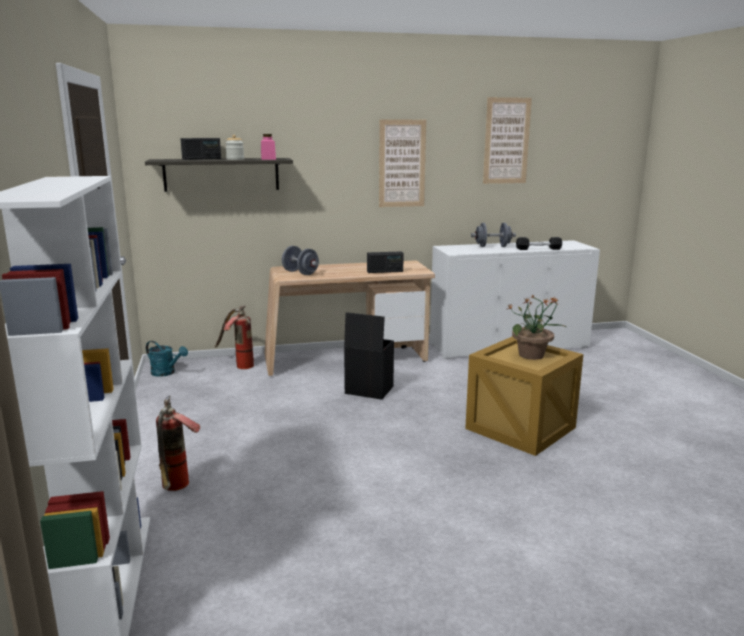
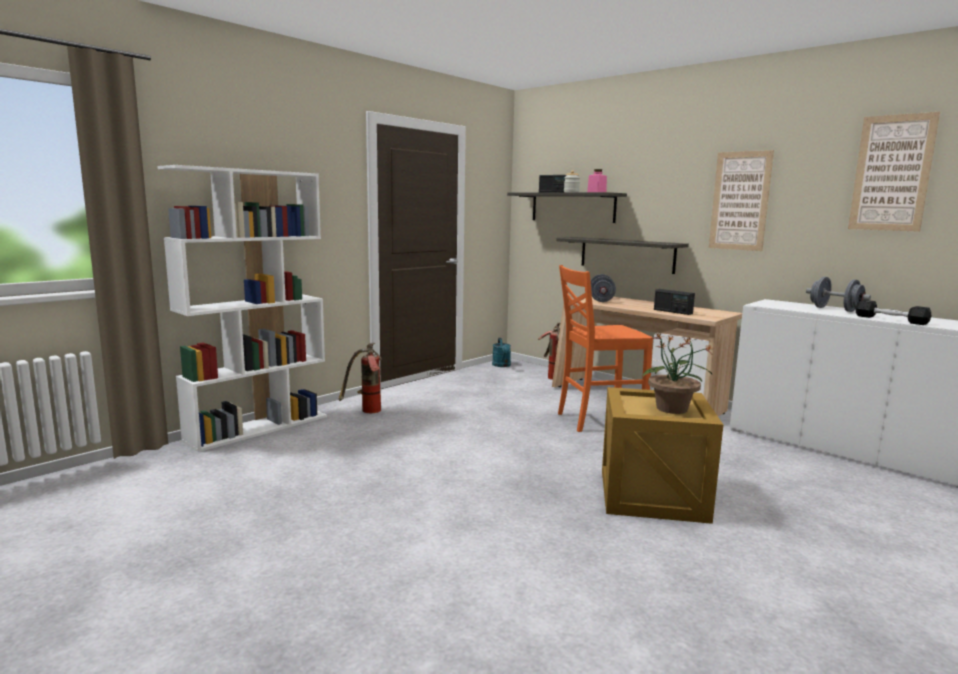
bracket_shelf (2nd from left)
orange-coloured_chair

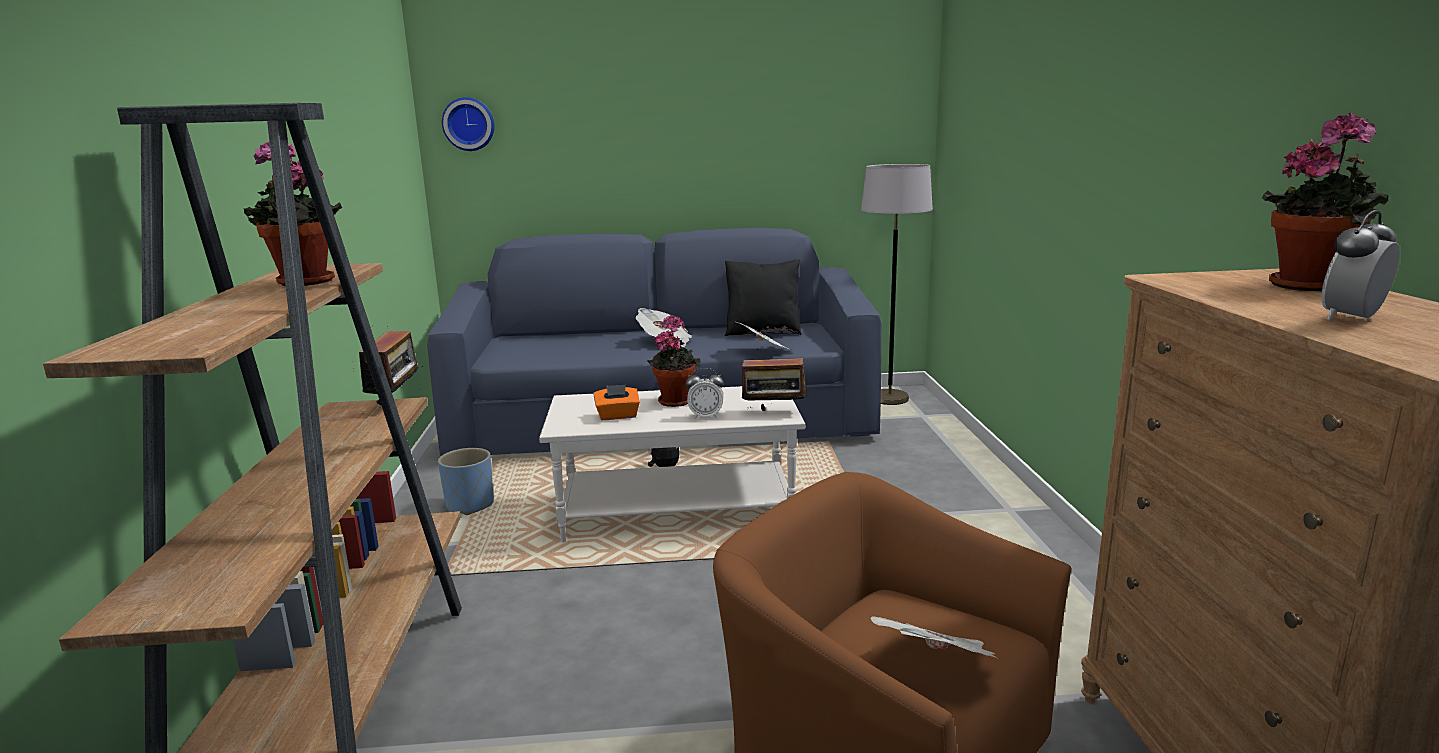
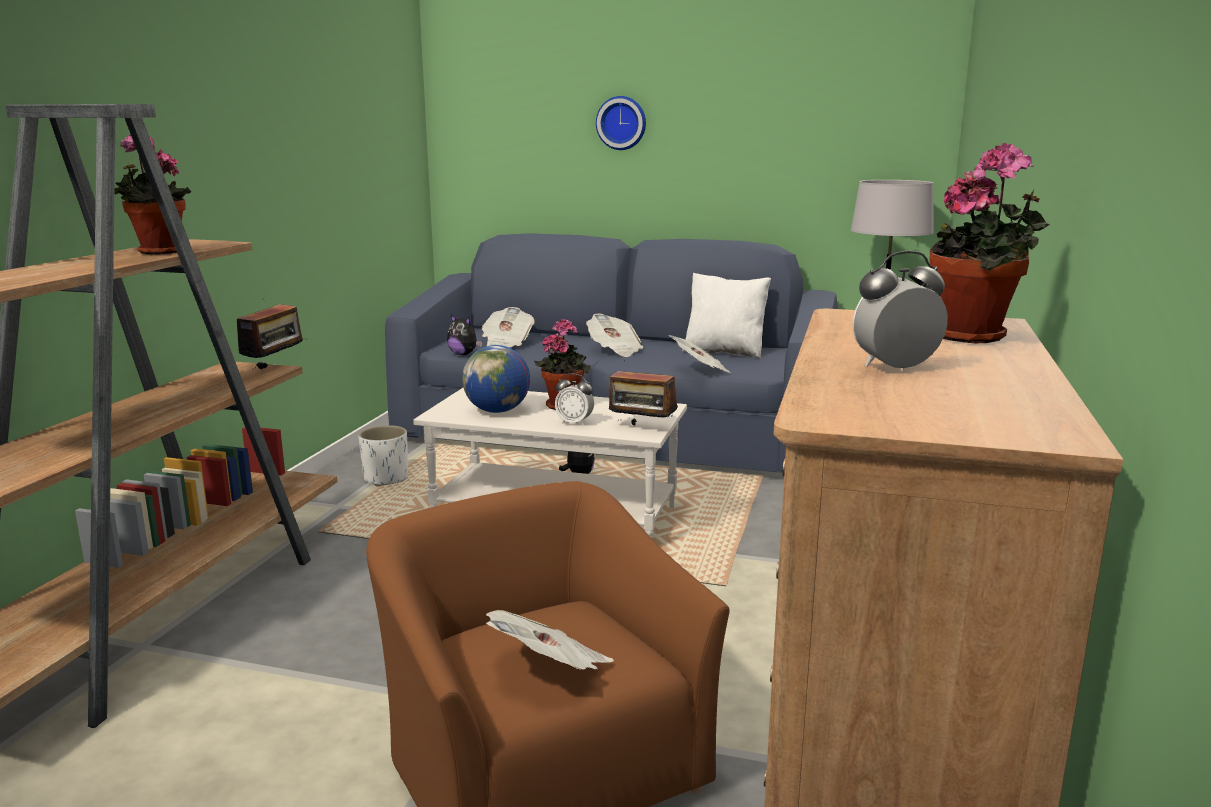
whitish_flower_pot
cuddly_toy (1st from left)
desk_globe
printed_paper (1st from left)
hanging_clock
whitish_throw_pillow

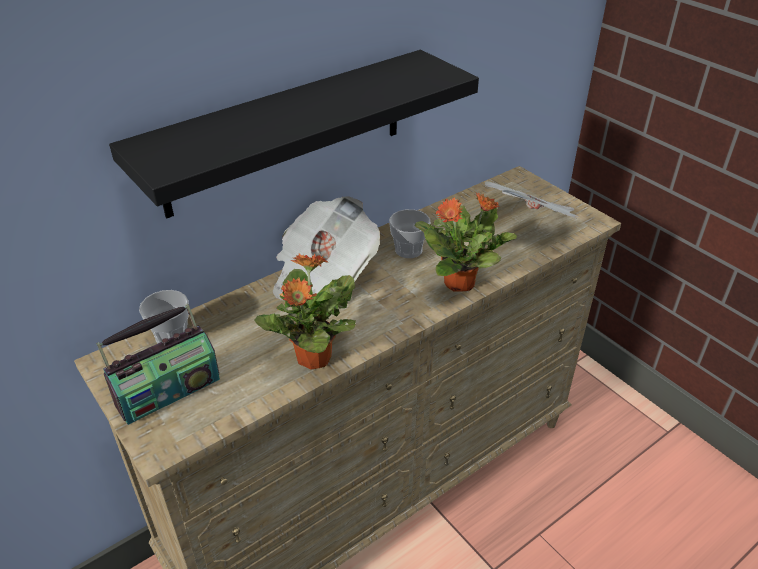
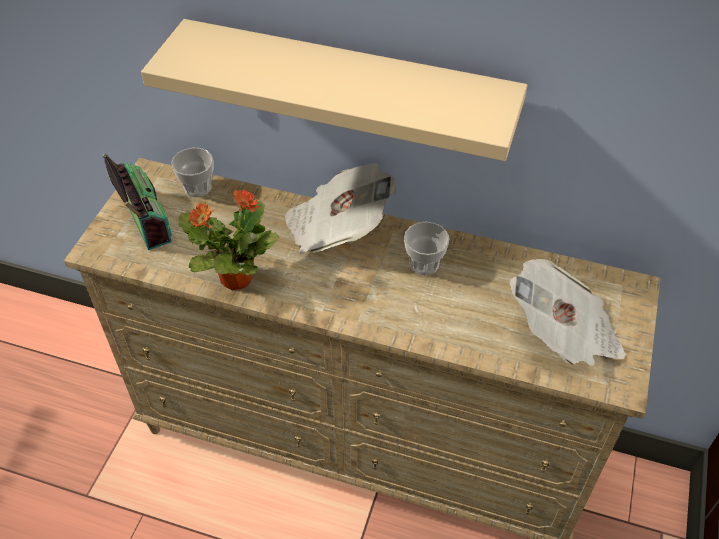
radio_receiver
beige-coloured_bracket_shelf
potted_plant (2nd from left in the first image)

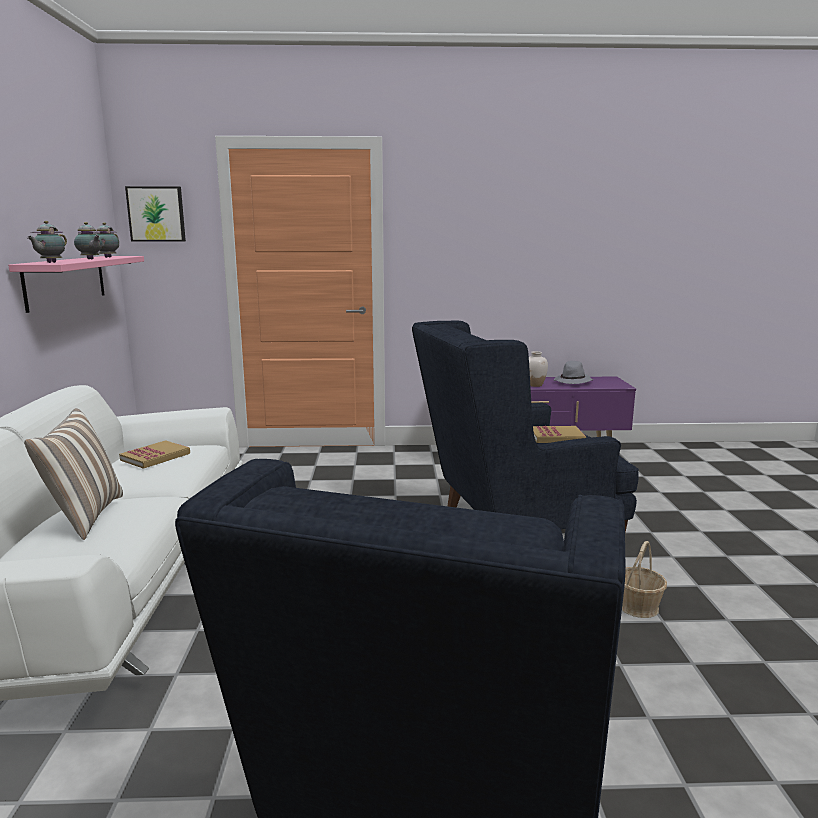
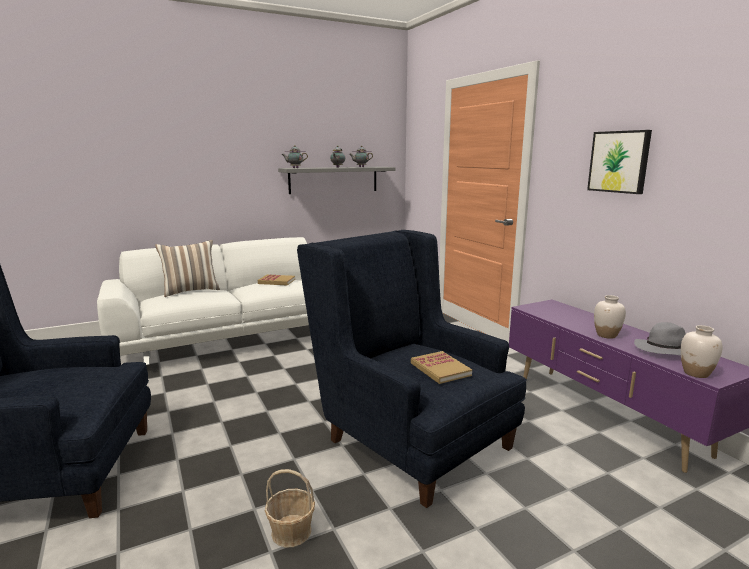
gray_bracket_shelf
picture
whitish_flower_vase (2nd from left)

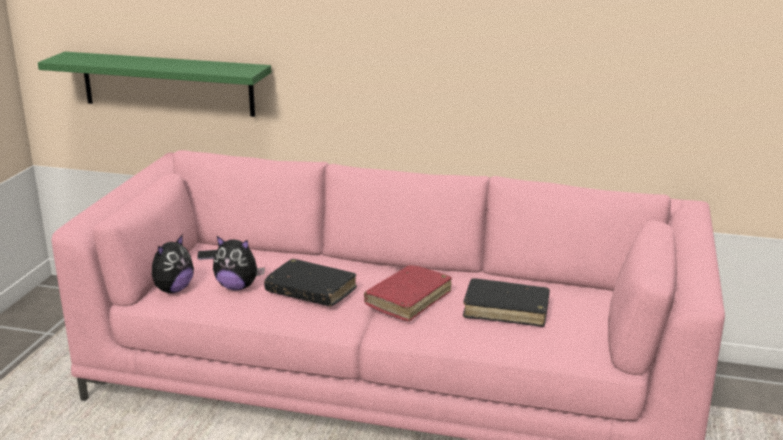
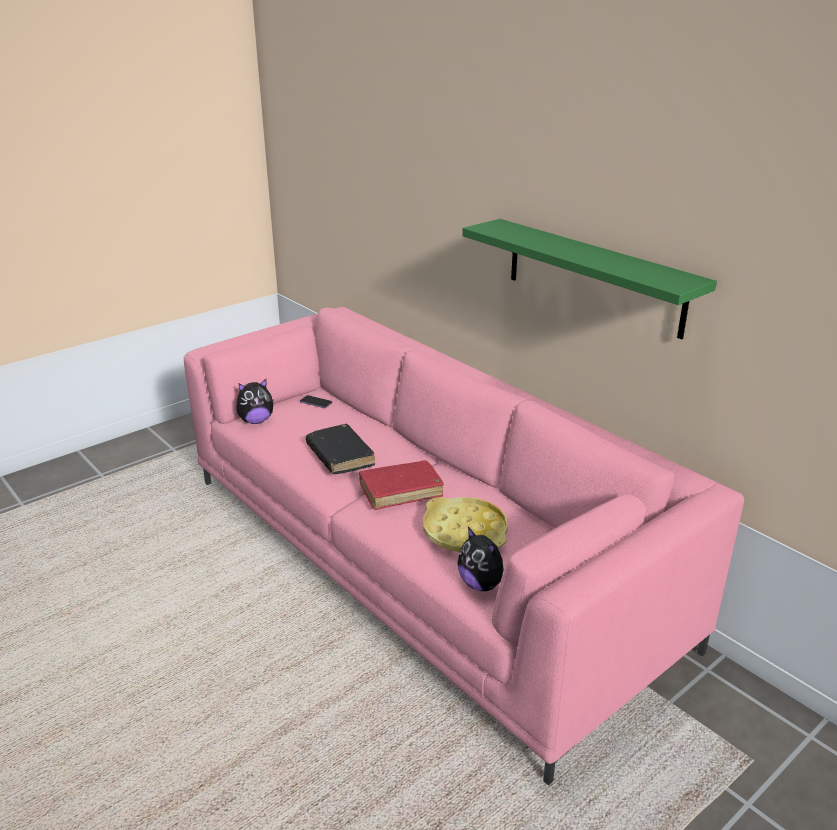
yellow-coloured_serving_tray
cuddly_toy (2nd from left)
green-coloured_bracket_shelf

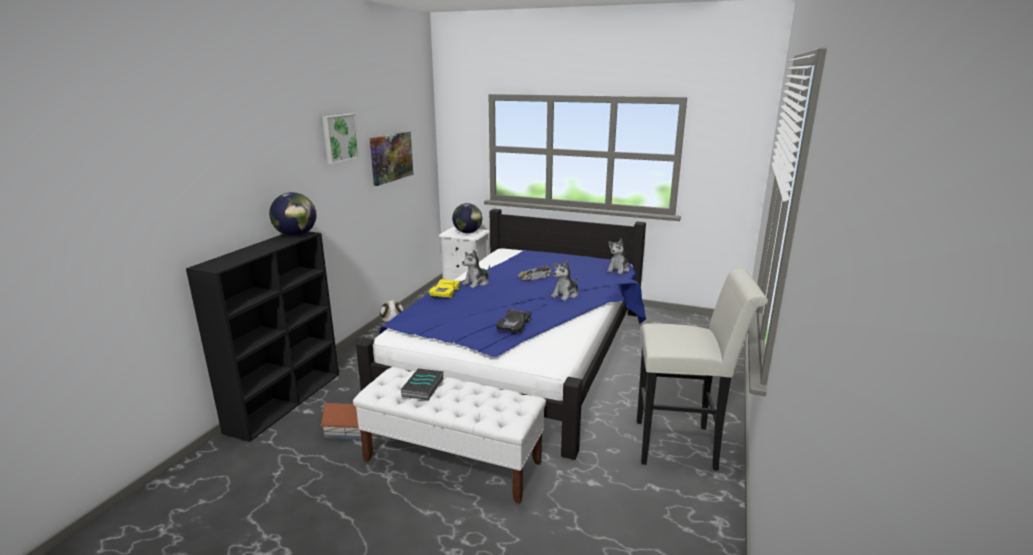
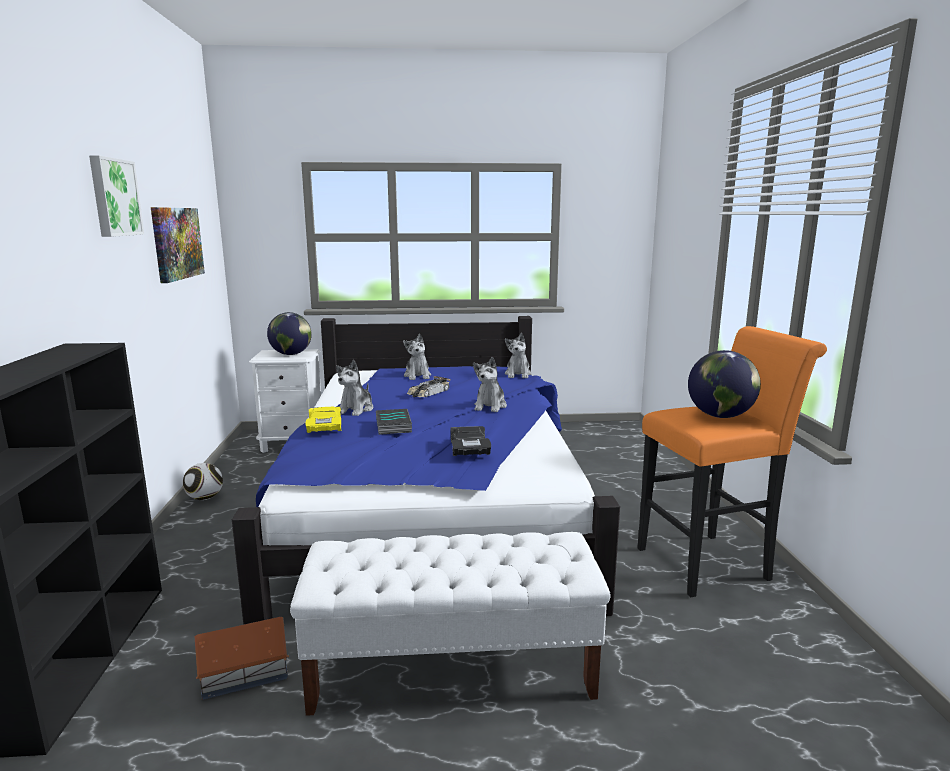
book
cuddly_toy (2nd from left)
orange-coloured_sitting_stool
desk_globe (2nd from left)

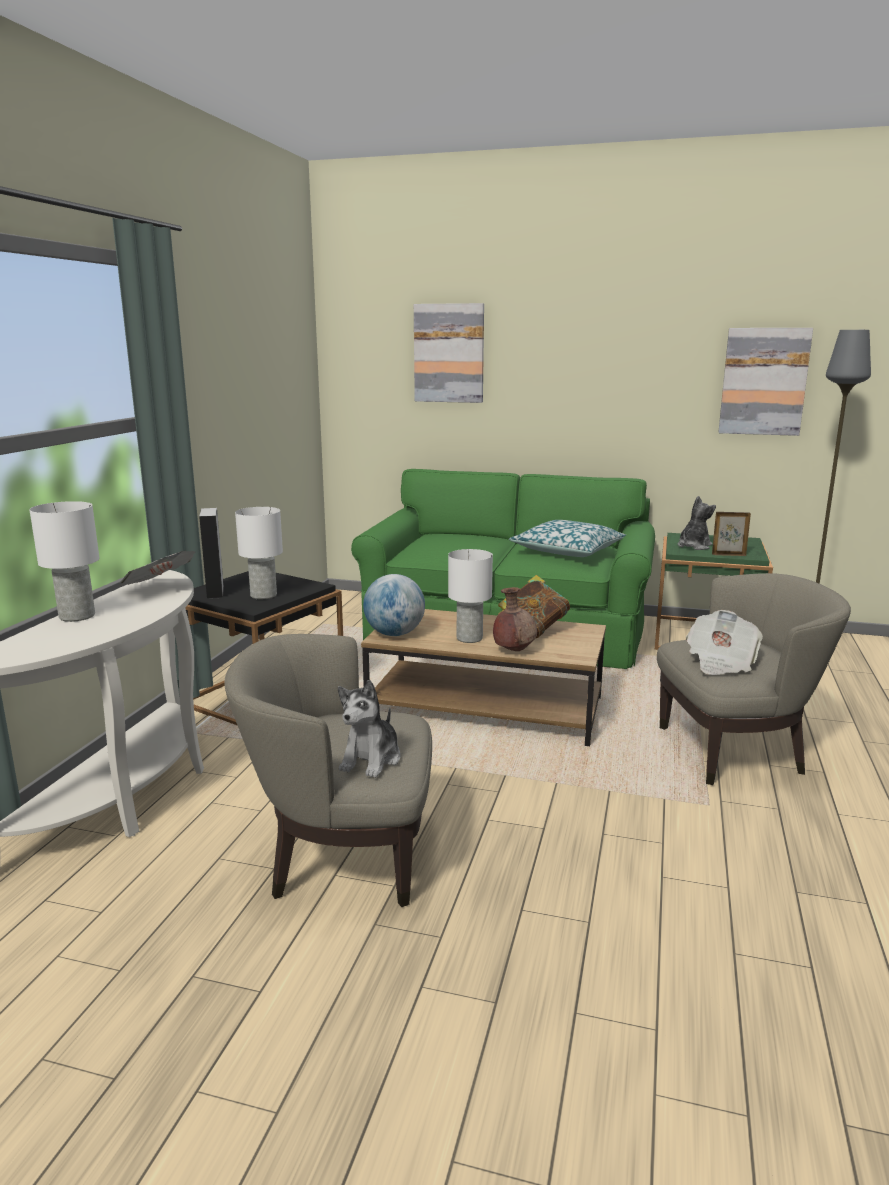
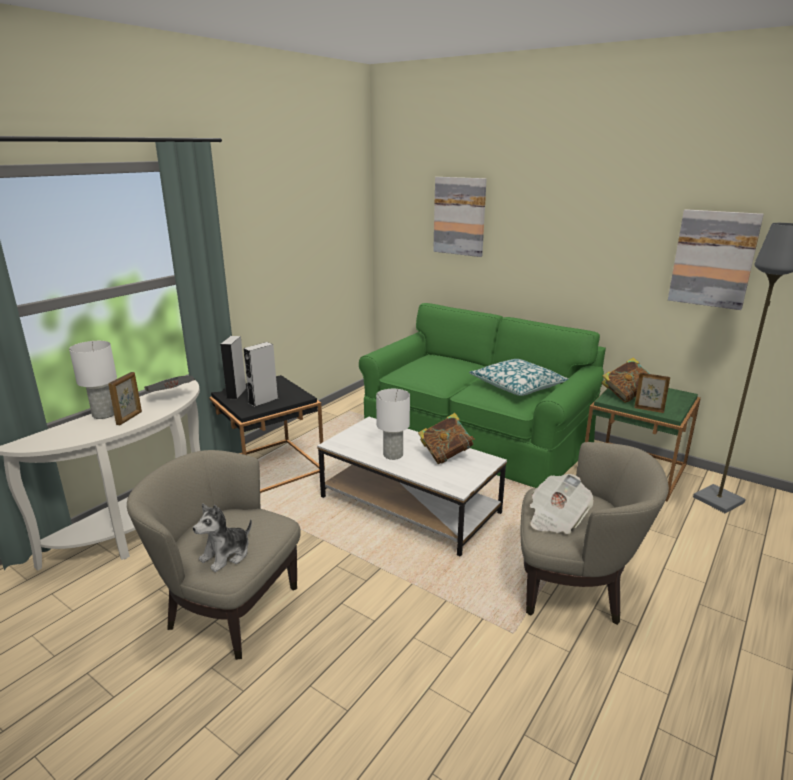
standing_frame (1st from left)
gray_loudspeaker (2nd from left)
whitish_lounge_table
book (2nd from left)
desk_globe
brown-coloured_flower_vase

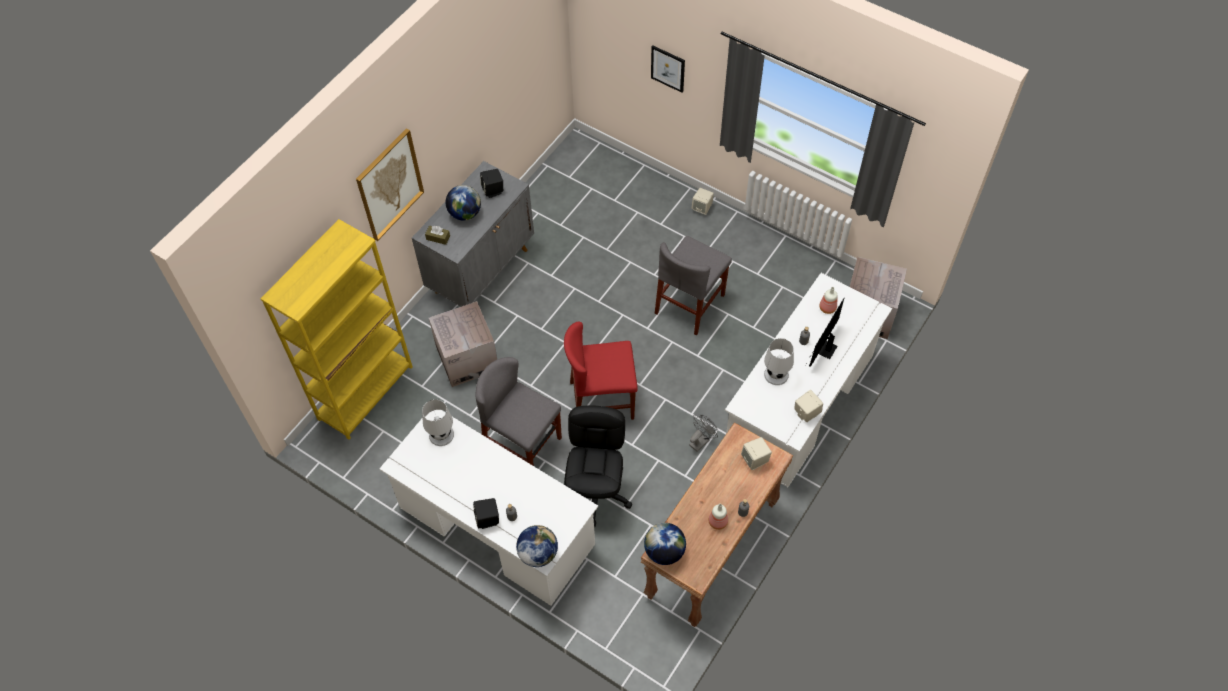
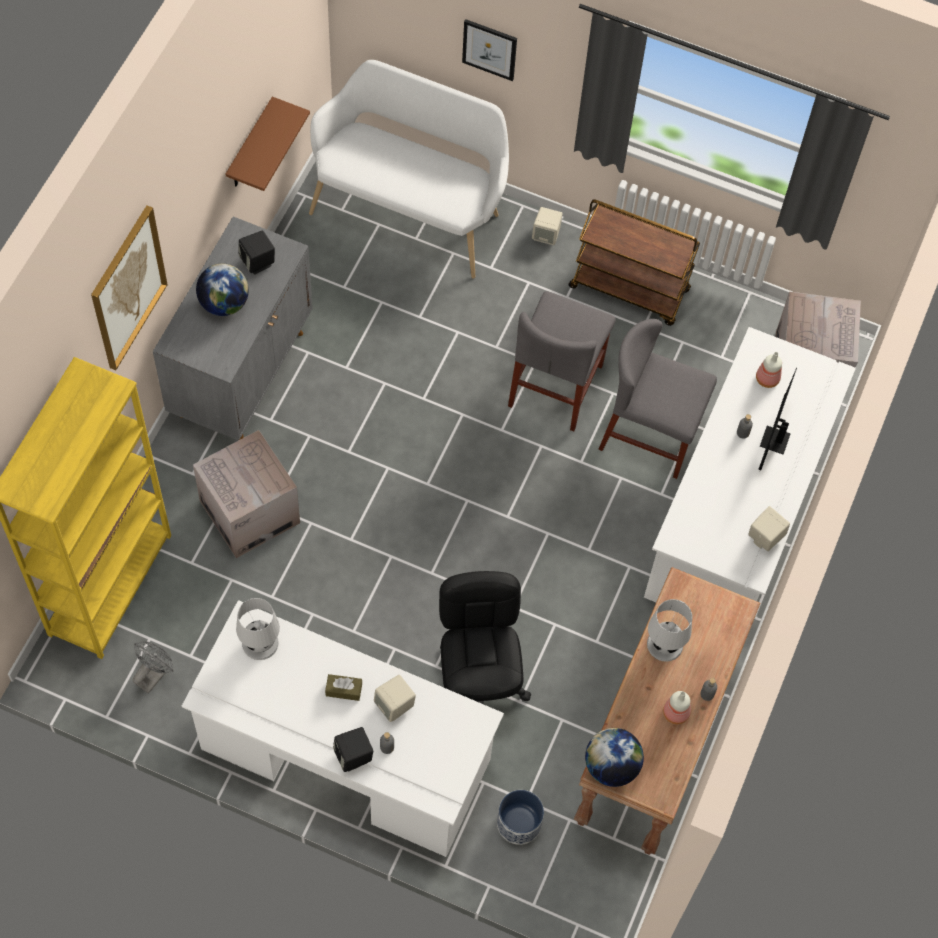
gray_cooling_fan
brown-coloured_bracket_shelf
whitish_indoor_bench
brown-coloured_tissue_box
beige-coloured_loudspeaker (1st from left)
flower_pot
brown-coloured_trolley
gray_chair (2nd from left)
whitish_lamp_for_a_table (2nd from left)
desk_globe (2nd from left in the first image)
reddish_chair

